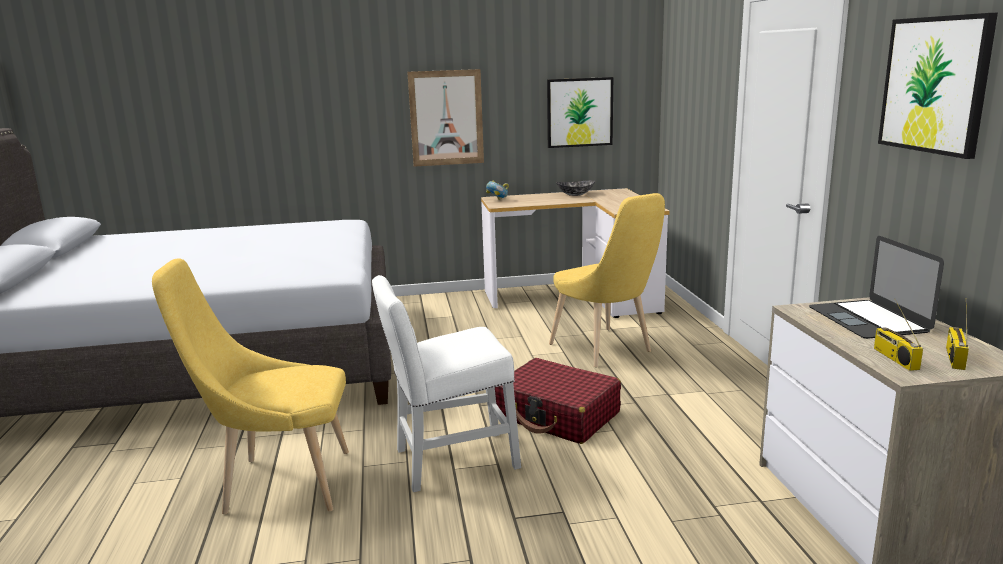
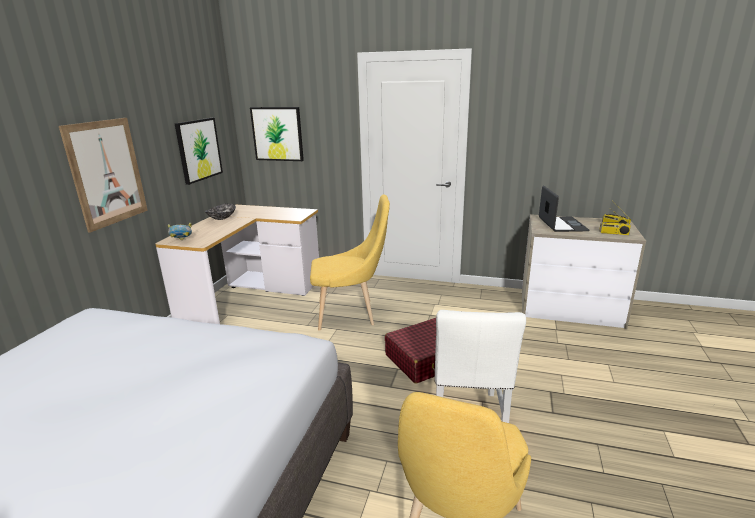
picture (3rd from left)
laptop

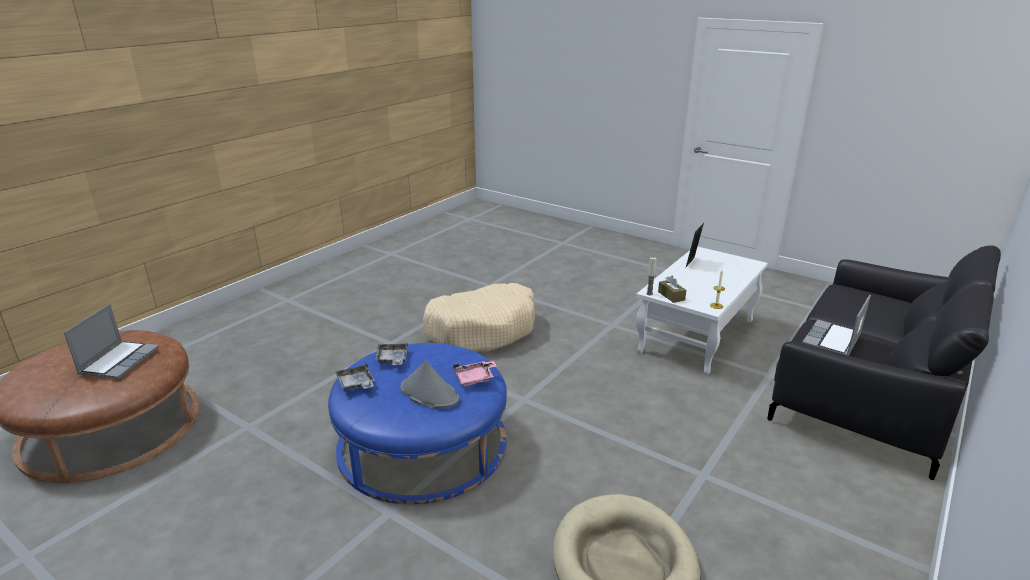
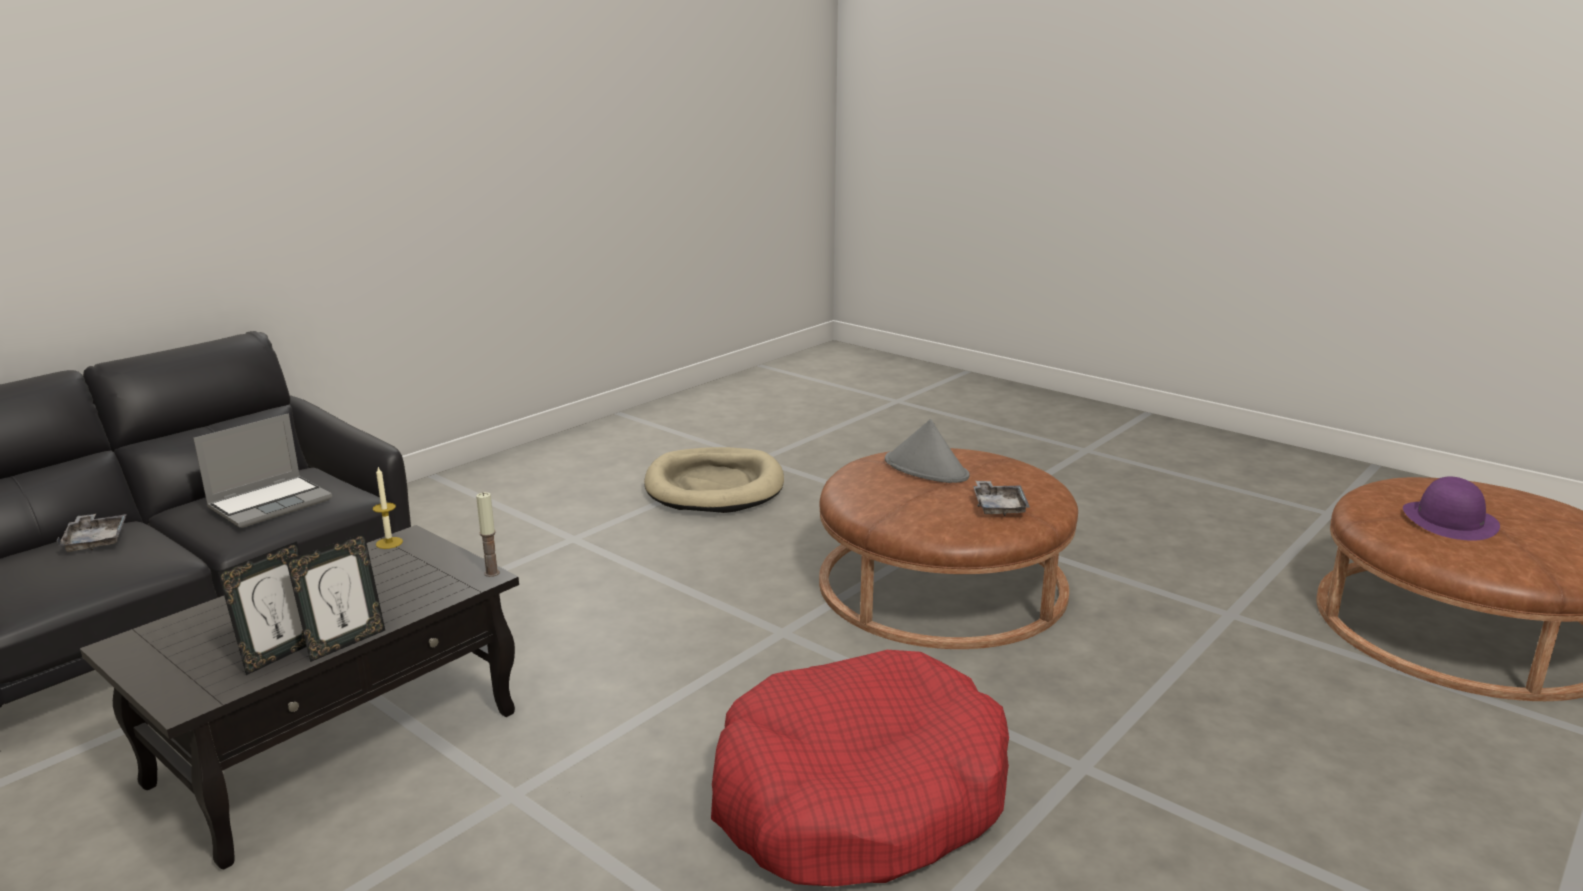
gray_serving_tray (1st from left)
blackish_lounge_table
standing_frame (2nd from left)
reddish_dog_bed
brown-coloured_footrest (1st from left)
purple_clothing_hat
pink-coloured_serving_tray
brown-coloured_tissue_box

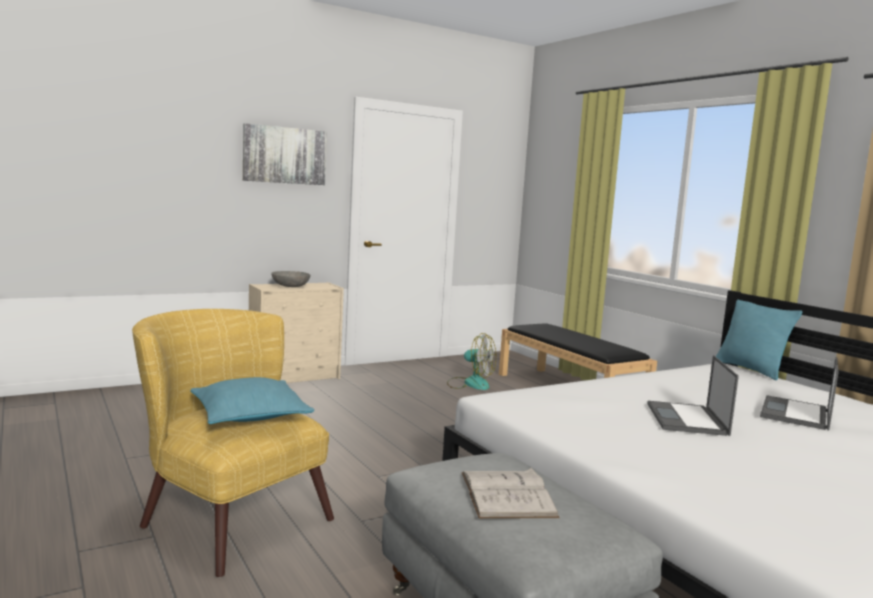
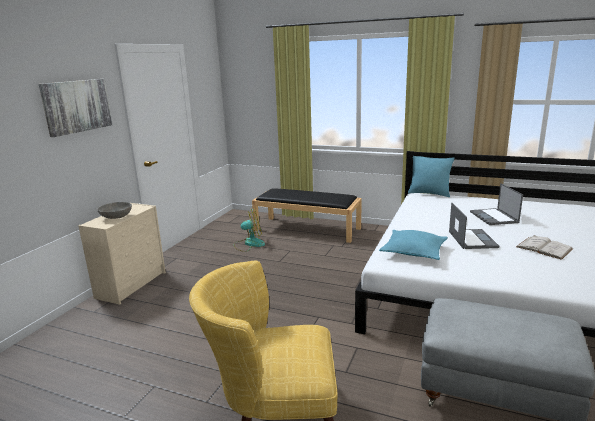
turquoise_throw_pillow (1st from left)
laptop (1st from left)
whitish_book

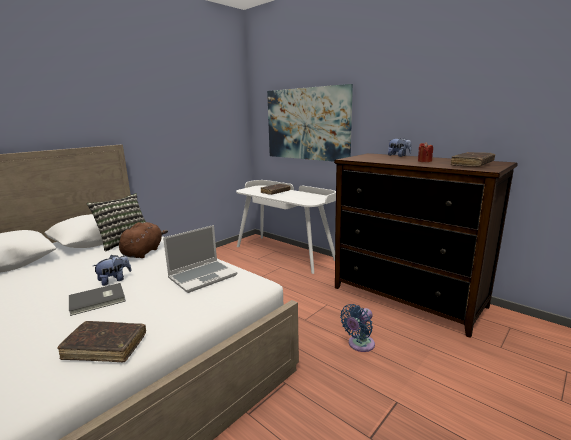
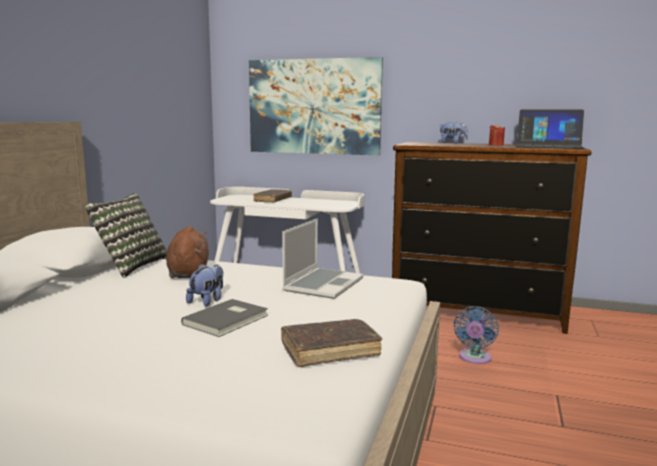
laptop (2nd from left)

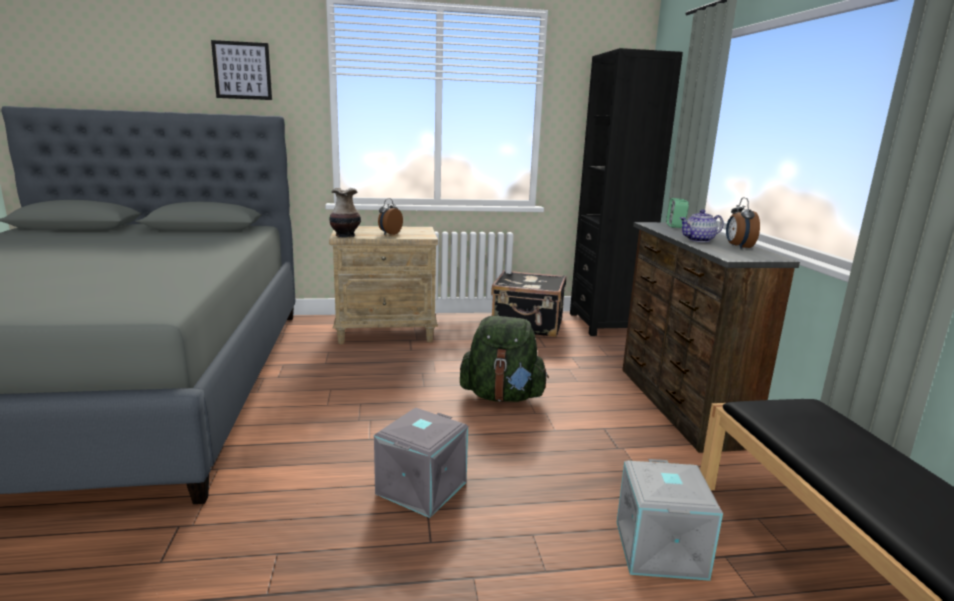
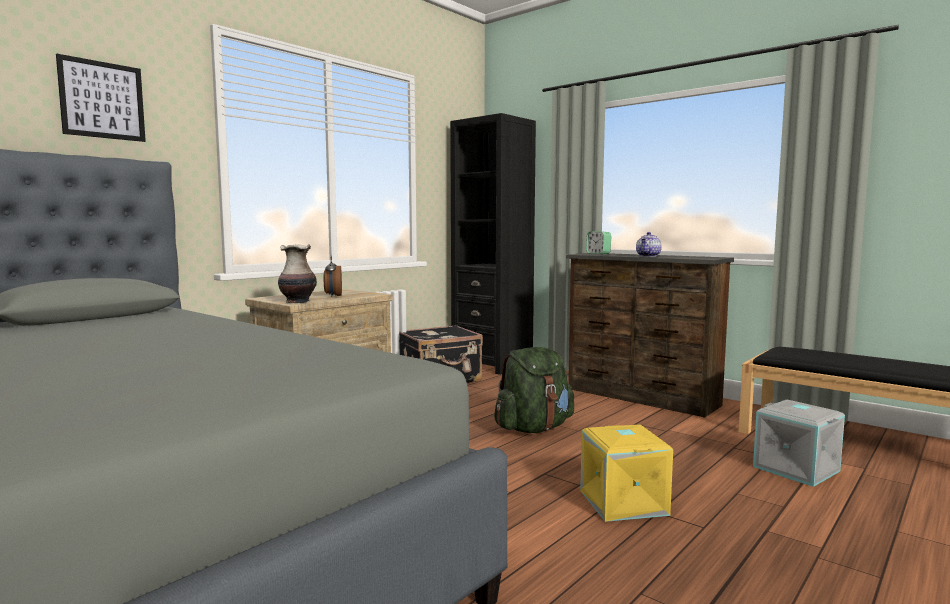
yellow-coloured_storage_container
table_clock (3rd from left in the first image)

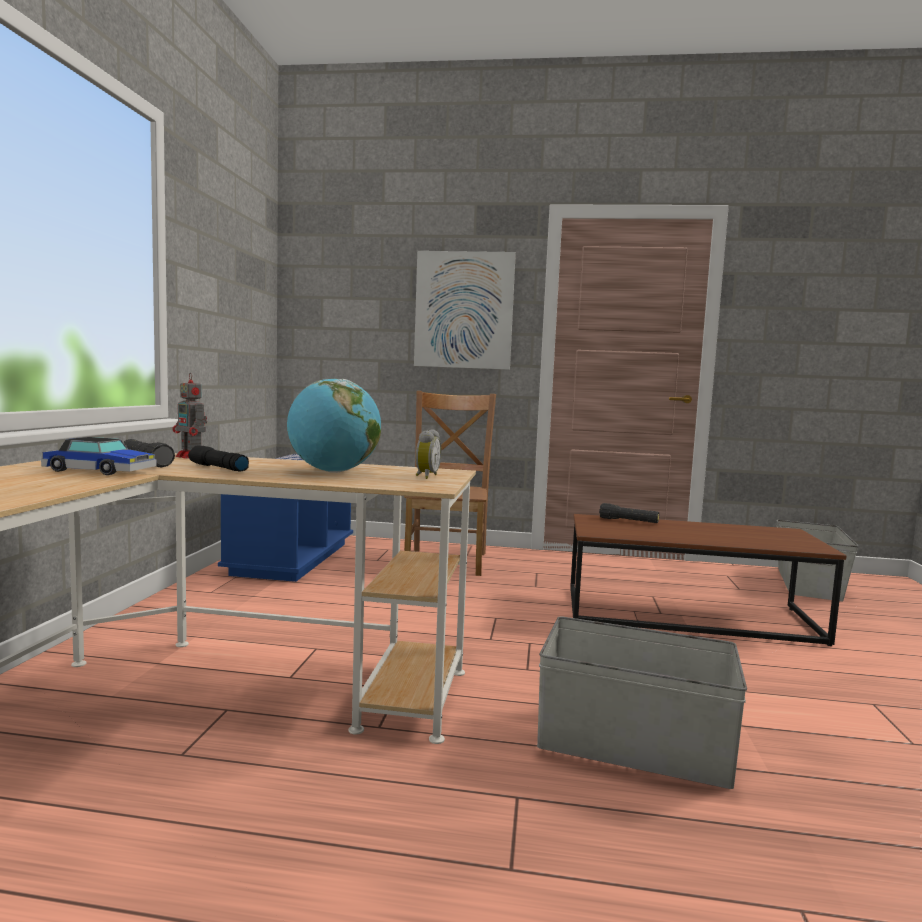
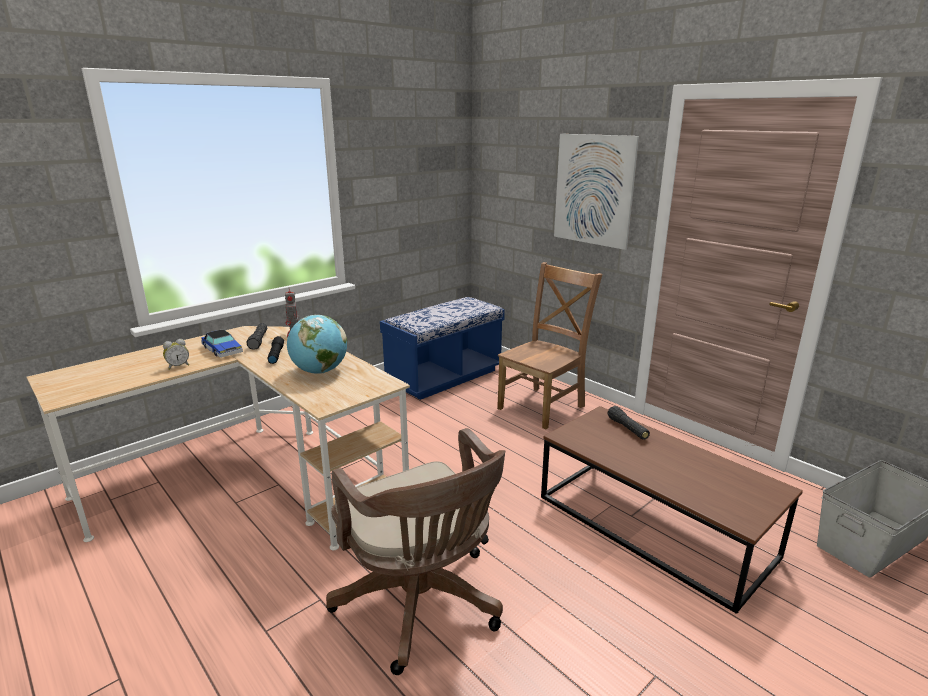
table_clock
brown-coloured_computer_chair

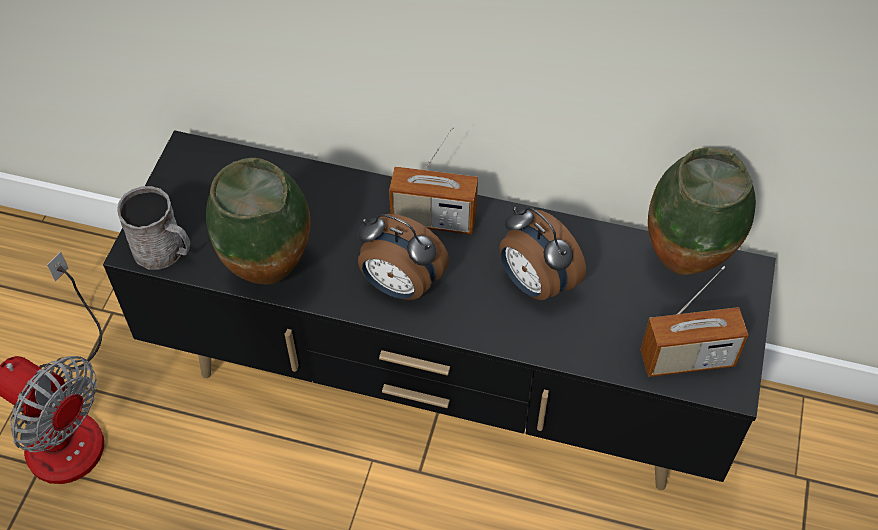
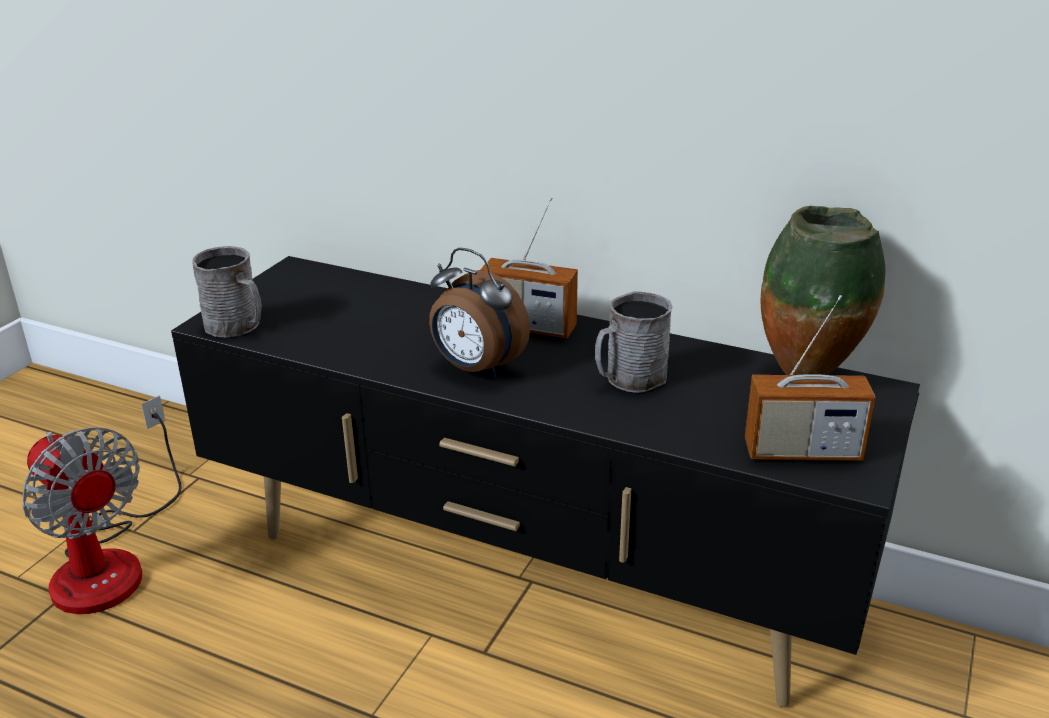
gray_tea_mug (2nd from left)
flower_vase (1st from left in the first image)

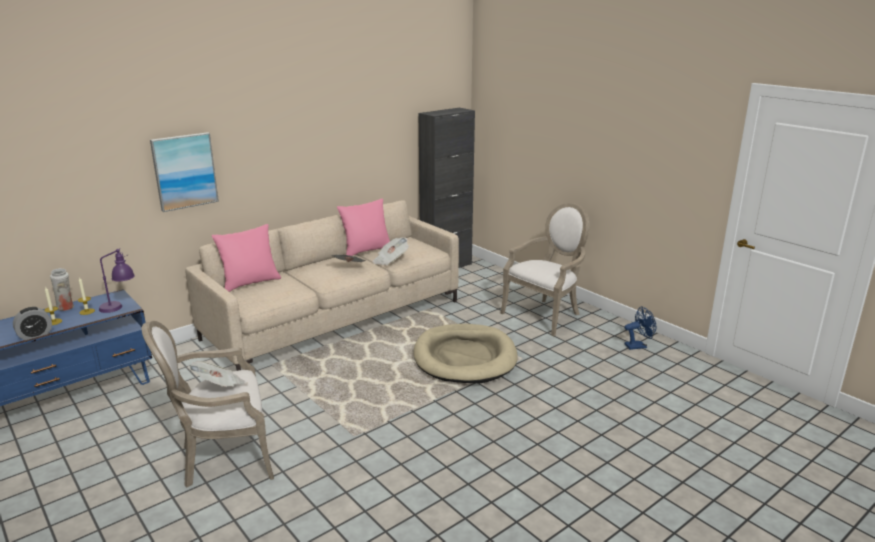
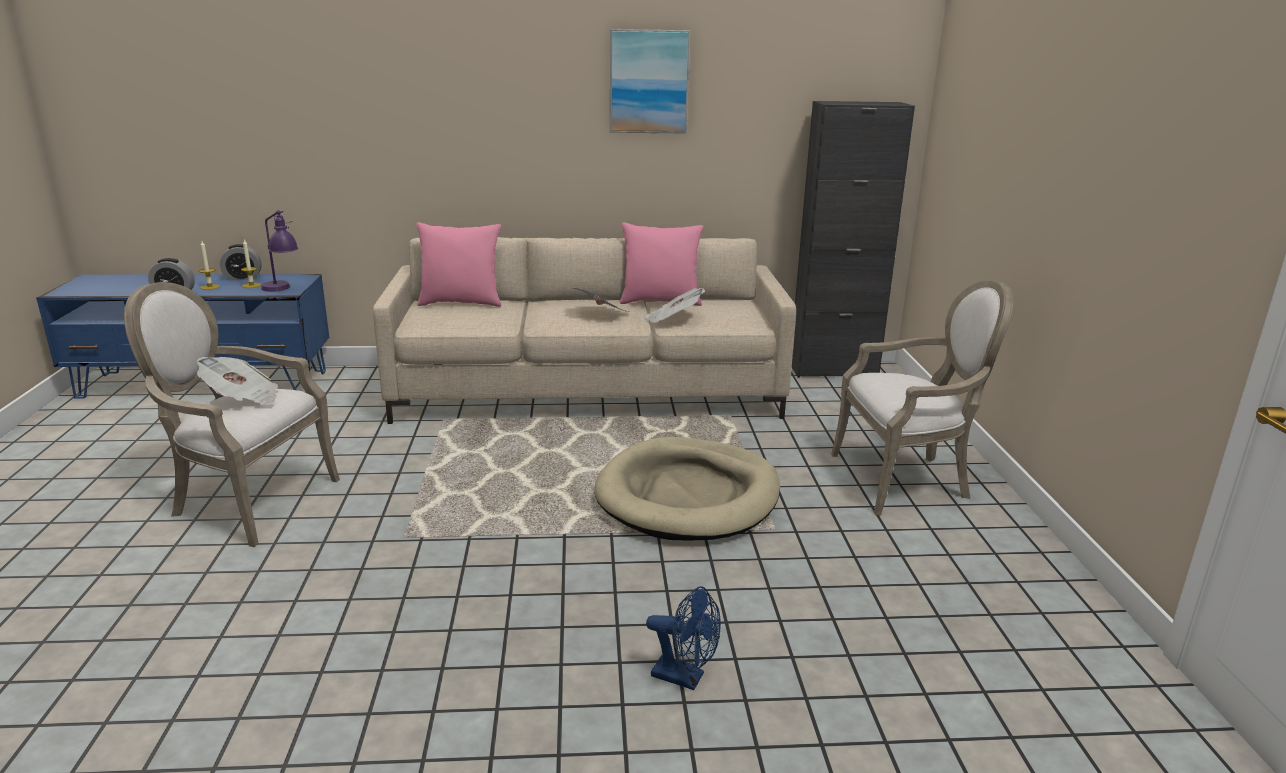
table_clock (2nd from left)
picture
blue-coloured_cooling_fan

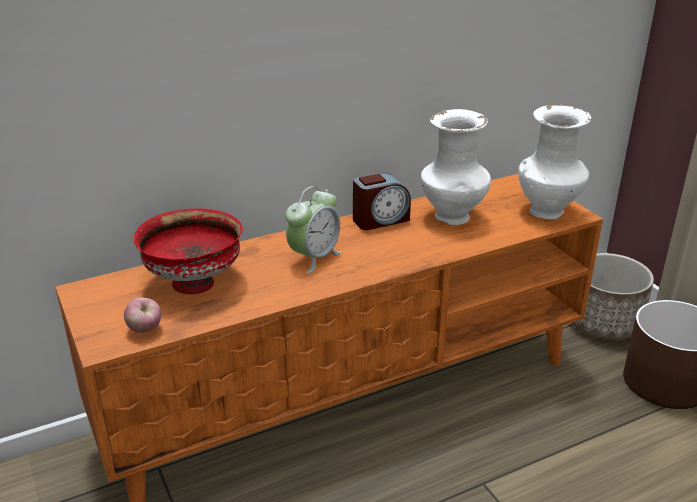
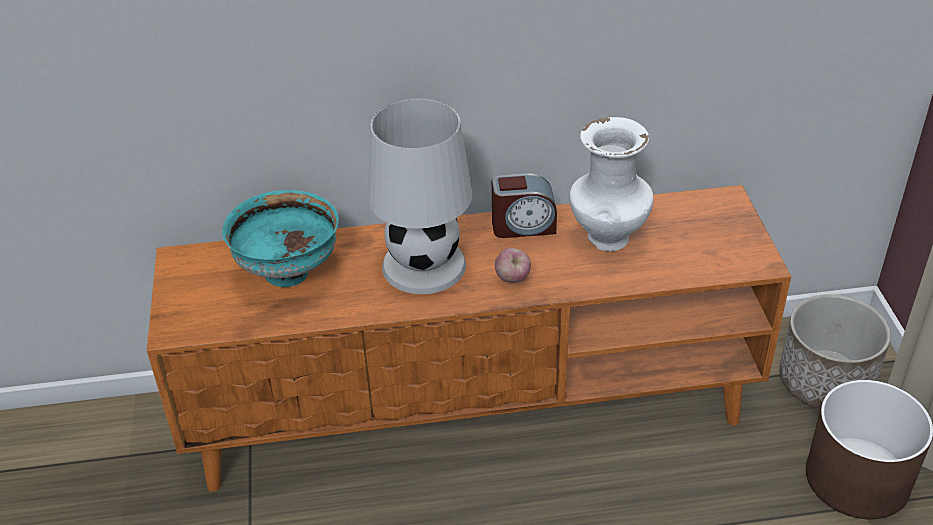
turquoise_deep_dish
whitish_lamp_for_a_table
apple
whitish_flower_vase (2nd from left in the first image)

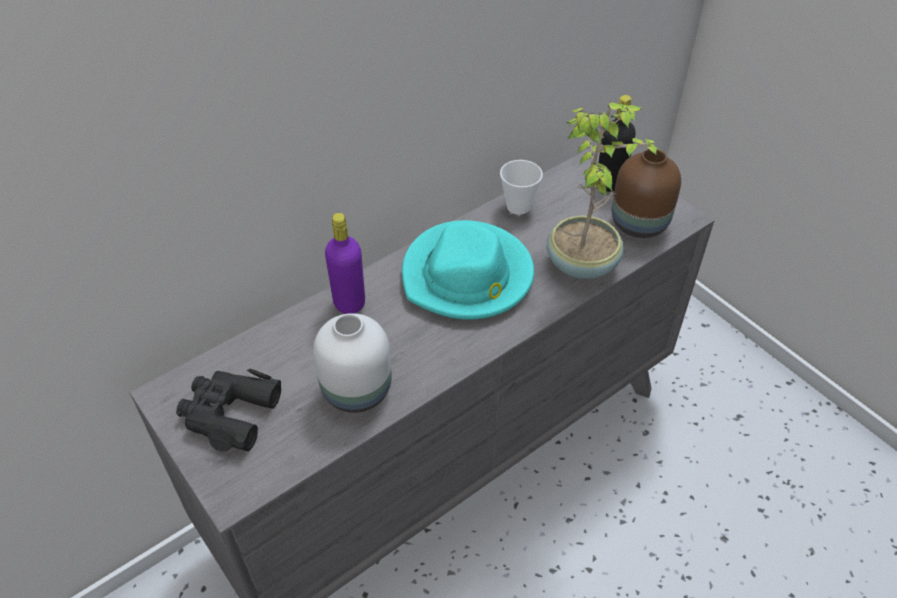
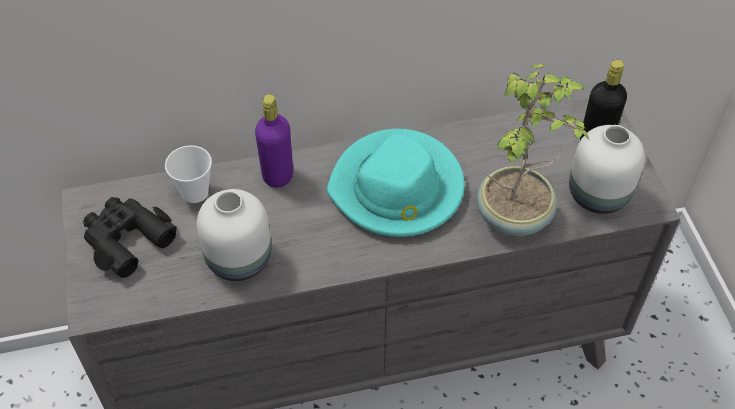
cup
whitish_flower_vase (2nd from left)

